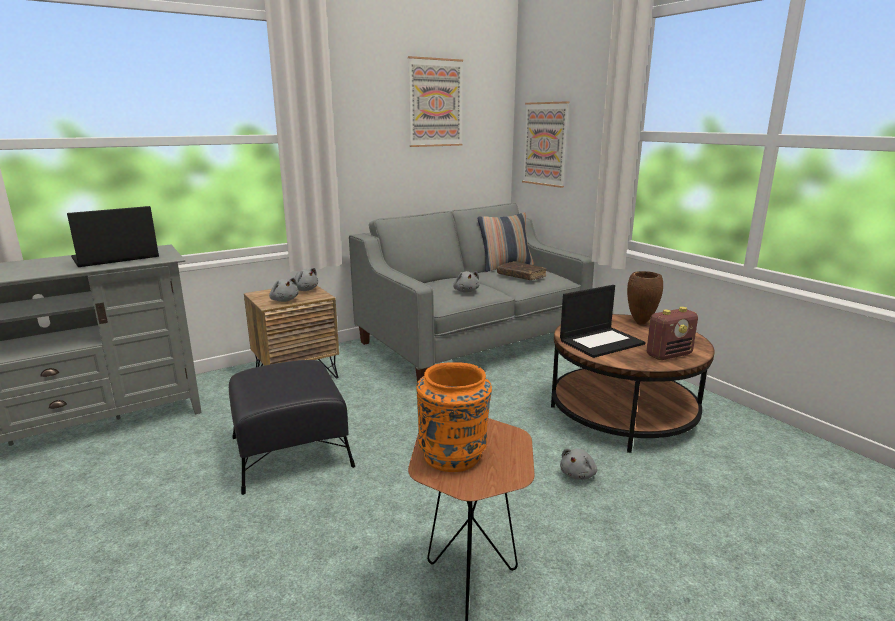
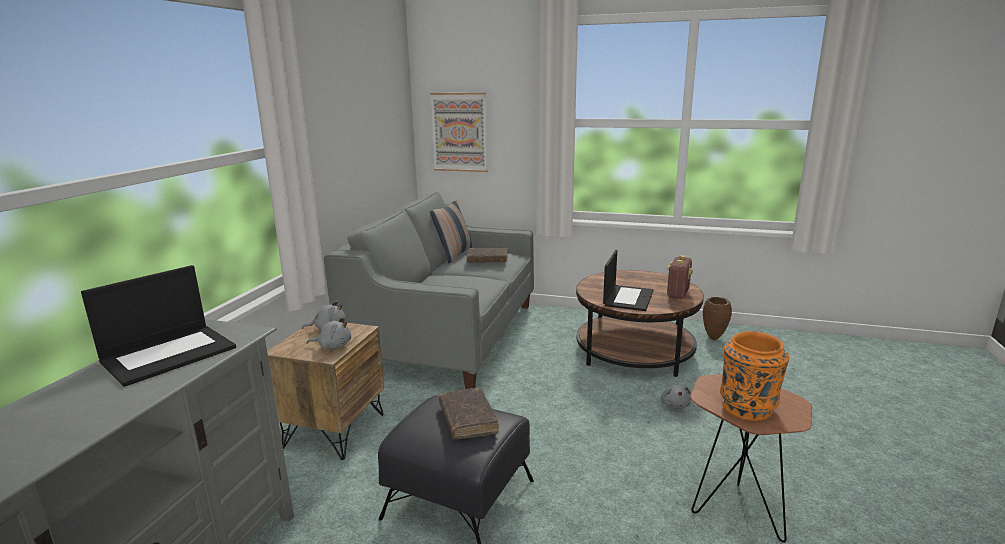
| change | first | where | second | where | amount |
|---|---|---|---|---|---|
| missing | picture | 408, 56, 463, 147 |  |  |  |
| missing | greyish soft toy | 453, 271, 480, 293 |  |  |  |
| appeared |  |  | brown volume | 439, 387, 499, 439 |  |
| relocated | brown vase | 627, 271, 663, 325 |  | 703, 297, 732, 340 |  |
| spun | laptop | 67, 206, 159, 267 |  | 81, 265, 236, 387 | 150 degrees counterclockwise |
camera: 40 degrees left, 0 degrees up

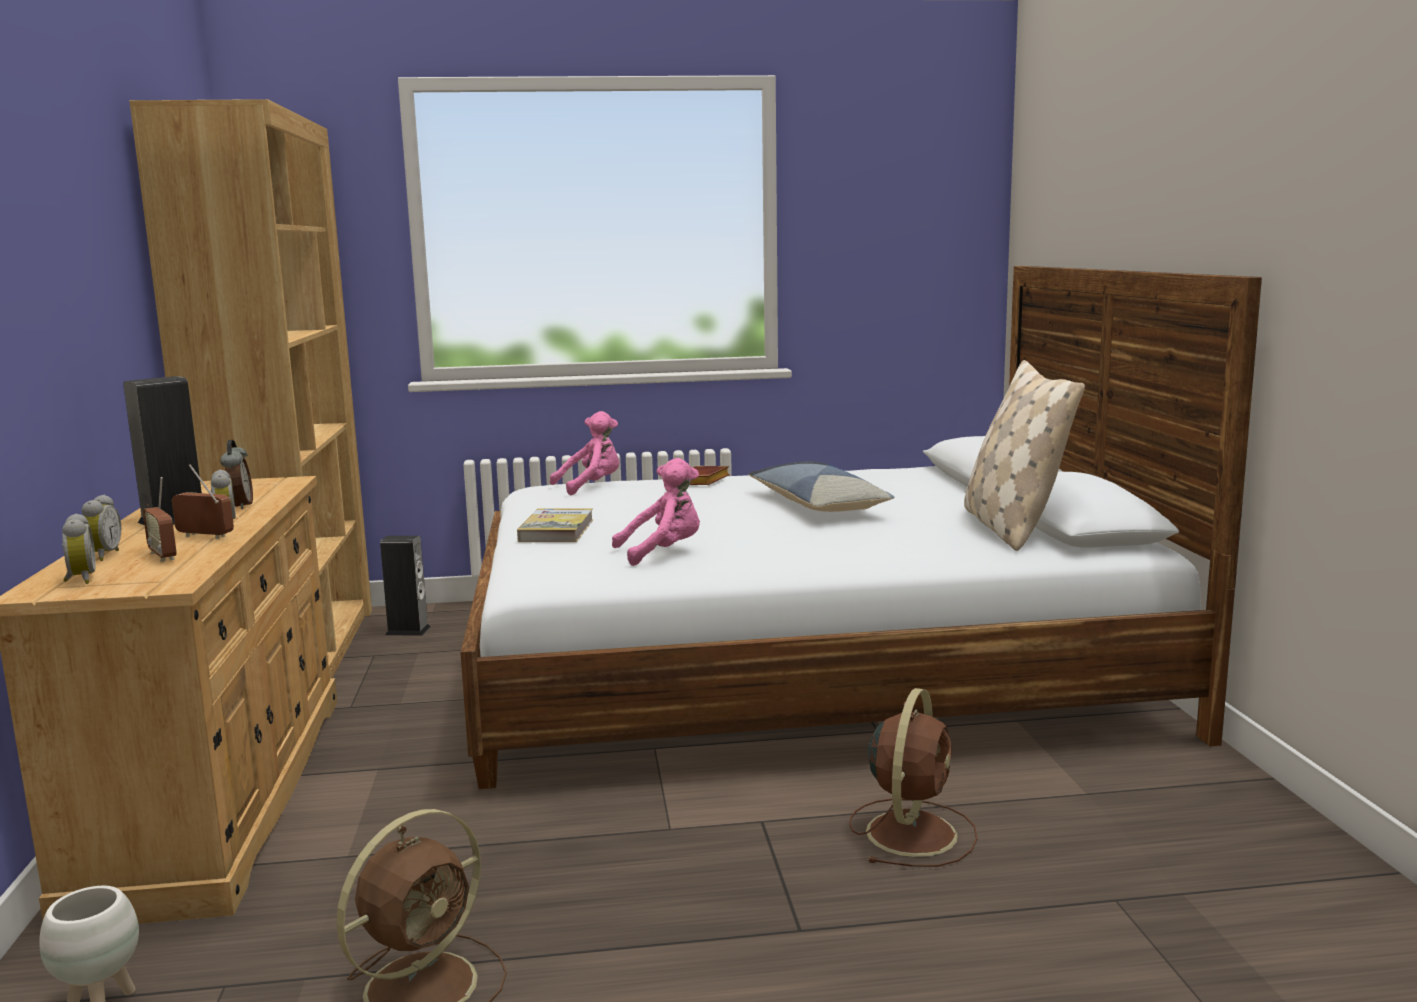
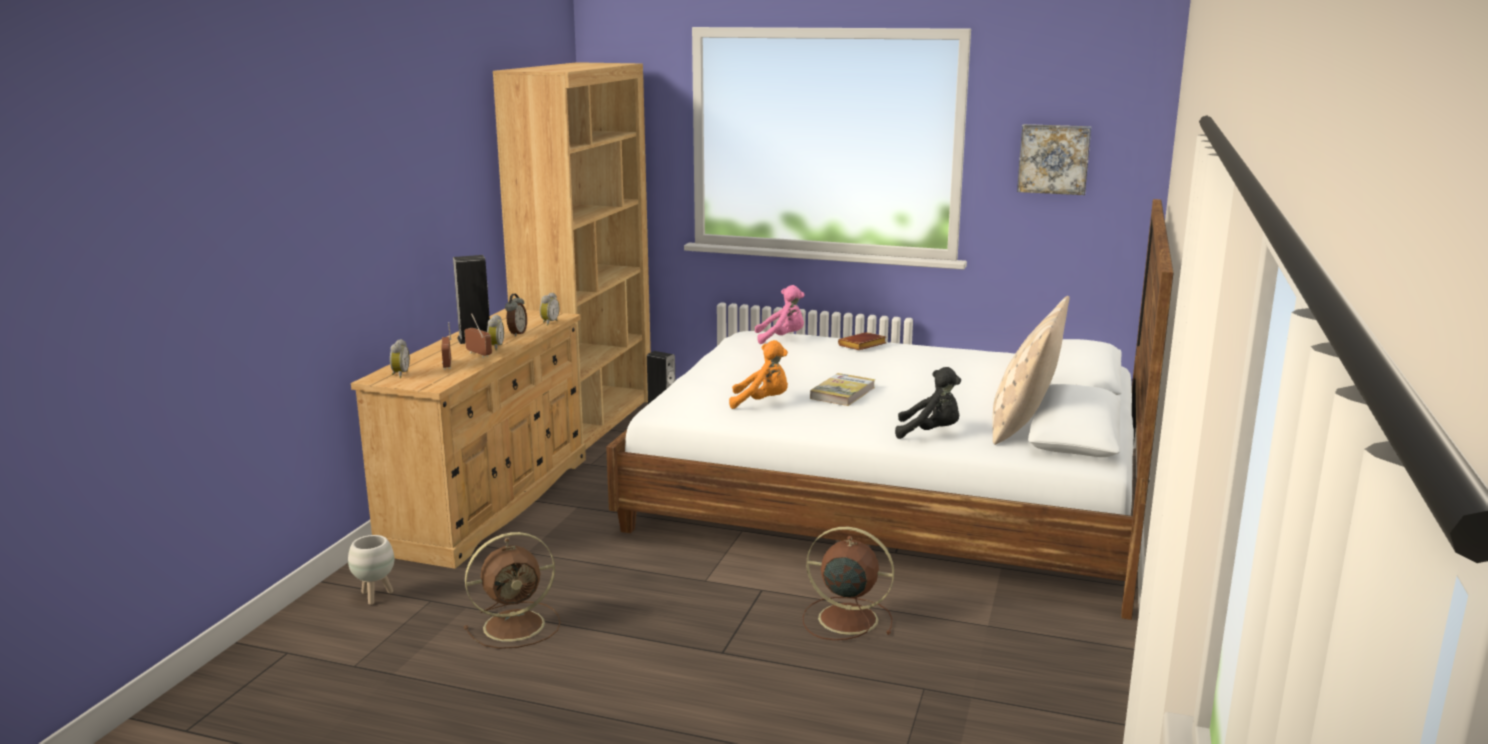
| change | first | where | second | where | amount |
|---|---|---|---|---|---|
| missing | throw pillow | 749, 461, 895, 512 |  |  |  |
| appeared |  |  | black soft toy | 895, 367, 961, 439 |  |
| appeared |  |  | picture | 1017, 124, 1091, 195 |  |
| relocated | table clock | 82, 495, 121, 561 |  | 540, 292, 559, 326 |  |
| relocated | volume | 517, 508, 593, 542 |  | 810, 373, 875, 406 |  |
| colour | pink-coloured soft toy | 612, 458, 700, 566 | orange soft toy | 729, 340, 788, 409 |  |
| spun | brown fan | 849, 688, 978, 867 |  | 803, 527, 894, 640 | 120 degrees counterclockwise |
camera: 25 degrees right, 5 degrees up

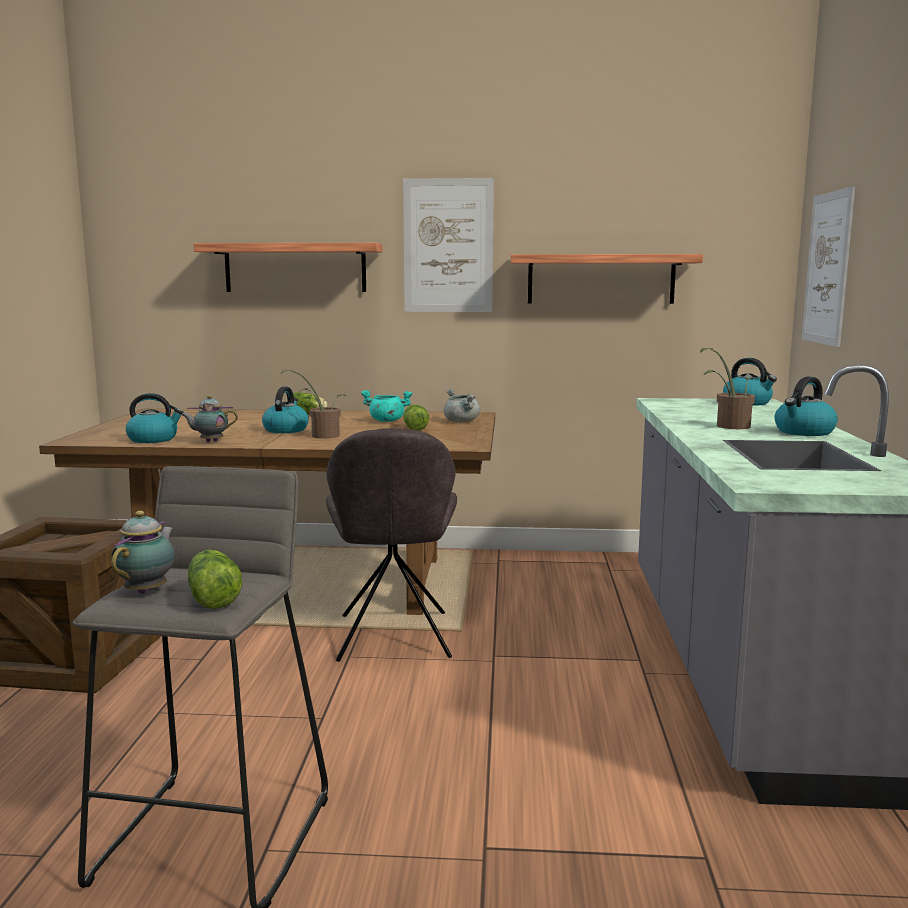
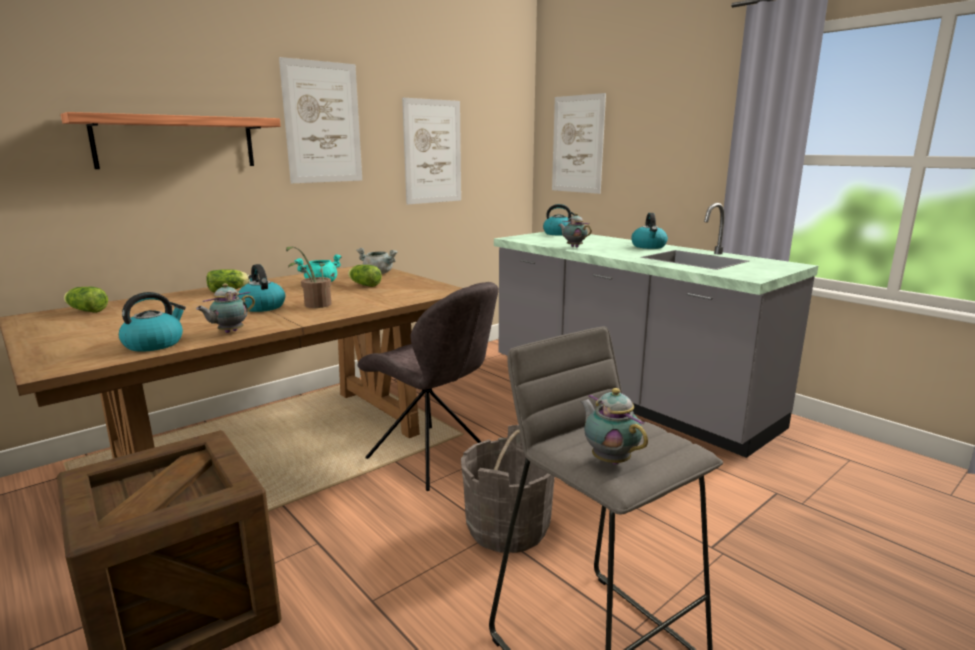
| change | first | where | second | where | amount |
|---|---|---|---|---|---|
| missing | houseplant | 700, 348, 755, 429 |  |  |  |
| appeared |  |  | greyish bucket | 461, 425, 555, 553 |  |
| appeared |  |  | pot for tea | 559, 213, 592, 248 |  |
| relocated | lettuce head | 188, 550, 242, 609 |  | 64, 287, 108, 313 |  |
| exchanged | bracket shelf | 511, 254, 703, 304 | picture | 402, 98, 461, 205 |  |
camera: 45 degrees left, 5 degrees up

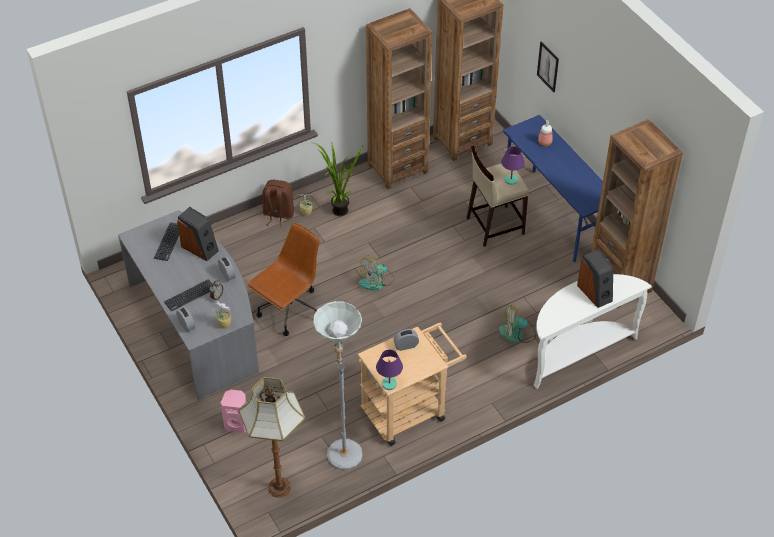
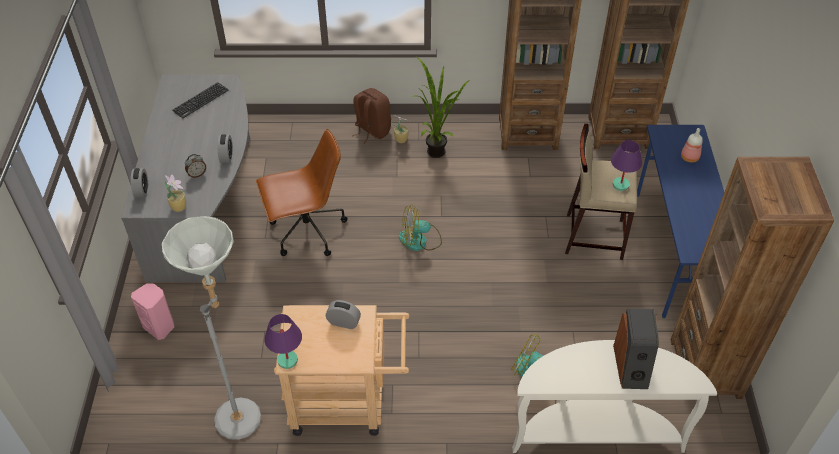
| change | first | where | second | where | amount |
|---|---|---|---|---|---|
| missing | computer keyboard | 164, 279, 212, 311 |  |  |  |
| missing | audio speaker | 177, 207, 219, 261 |  |  |  |
| missing | floor lamp | 238, 377, 305, 497 |  |  |  |
| missing | picture | 537, 42, 559, 92 |  |  |  |
camera: 30 degrees right, 0 degrees up

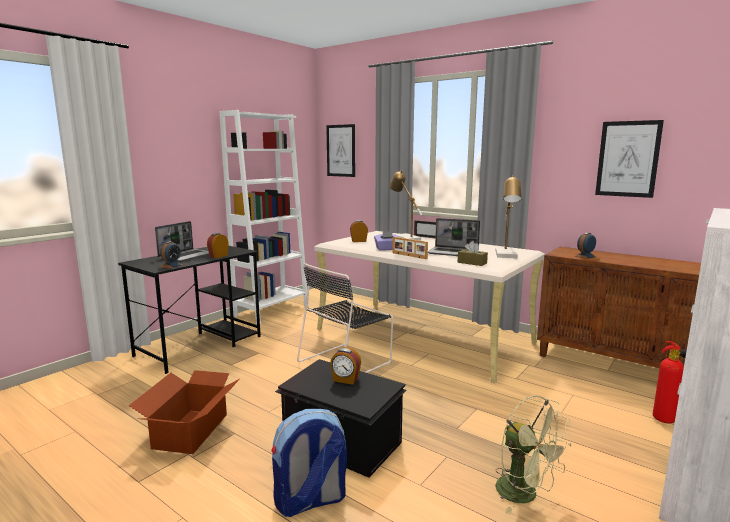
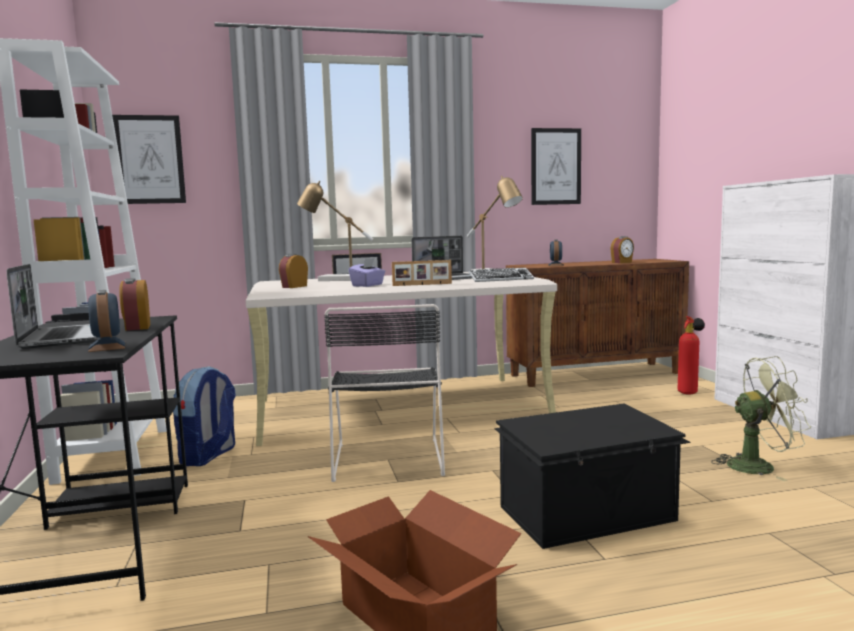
| change | first | where | second | where | amount |
|---|---|---|---|---|---|
| relocated | knapsack | 271, 409, 347, 517 |  | 173, 366, 236, 466 |  |
| relocated | table clock | 330, 347, 361, 385 |  | 610, 236, 634, 263 |  |
| exchanged | brown tissue holder | 458, 241, 488, 266 | computer keyboard | 468, 268, 534, 282 |  |
camera: 50 degrees left, 5 degrees down

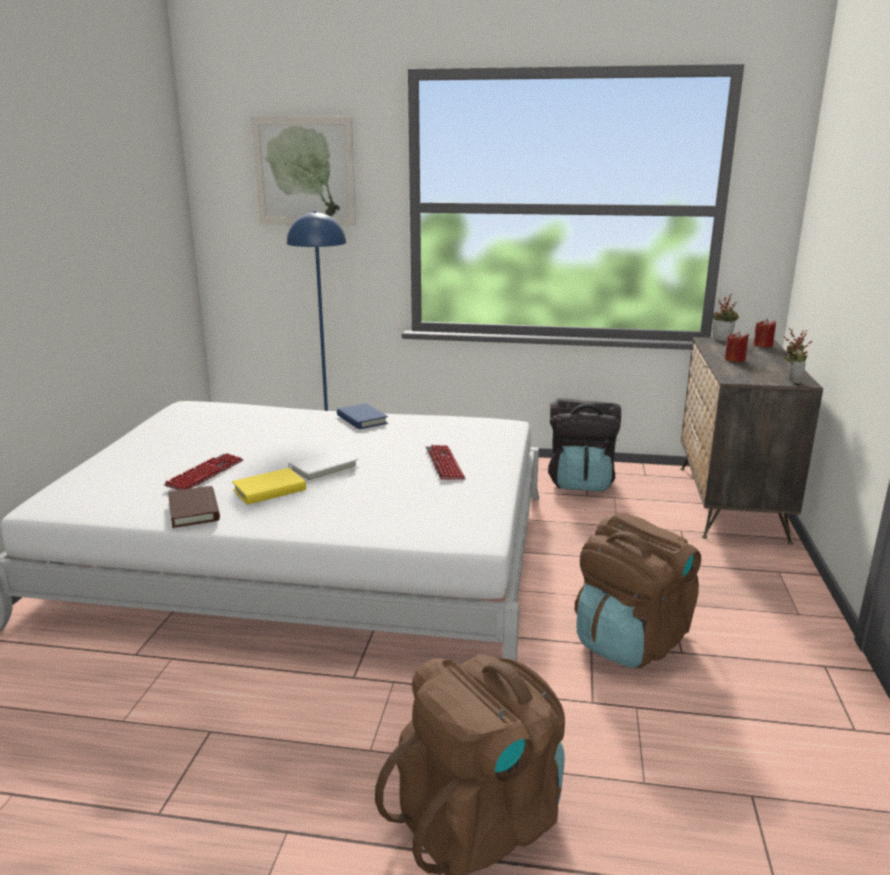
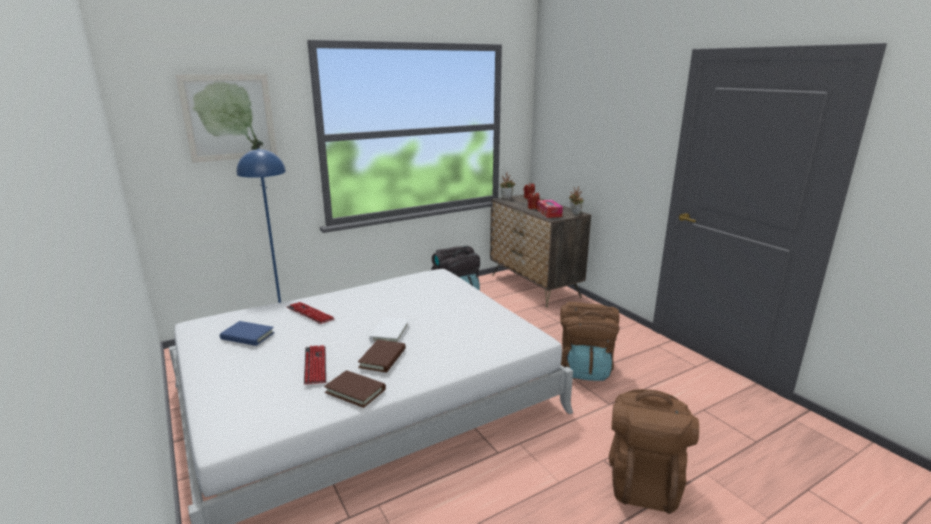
| change | first | where | second | where | amount |
|---|---|---|---|---|---|
| appeared |  |  | tissue holder | 537, 200, 563, 218 |  |
| relocated | blue volume | 337, 403, 388, 429 |  | 220, 321, 275, 346 |  |
| relocated | computer keyboard | 426, 445, 466, 480 |  | 287, 302, 335, 324 |  |
| colour | yellow volume | 232, 468, 306, 505 | brown volume | 358, 339, 406, 373 |  |
camera: 40 degrees left, 0 degrees up

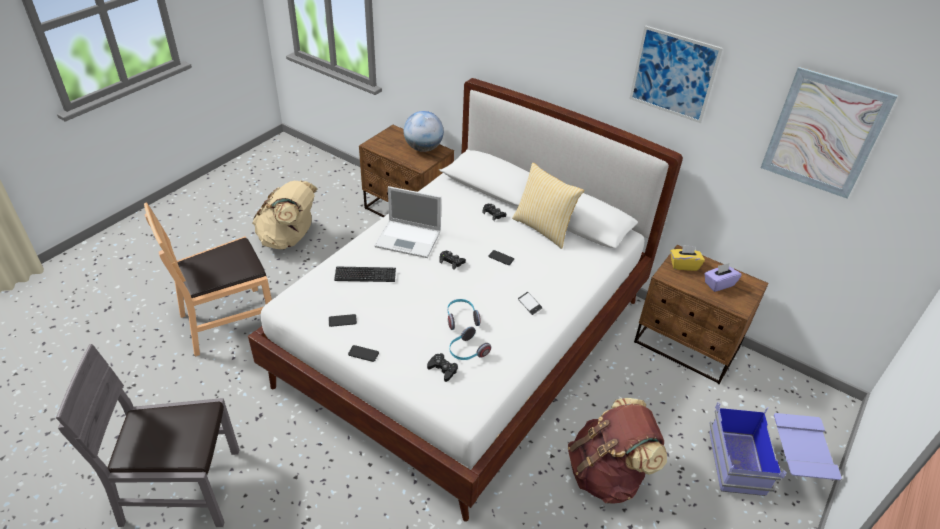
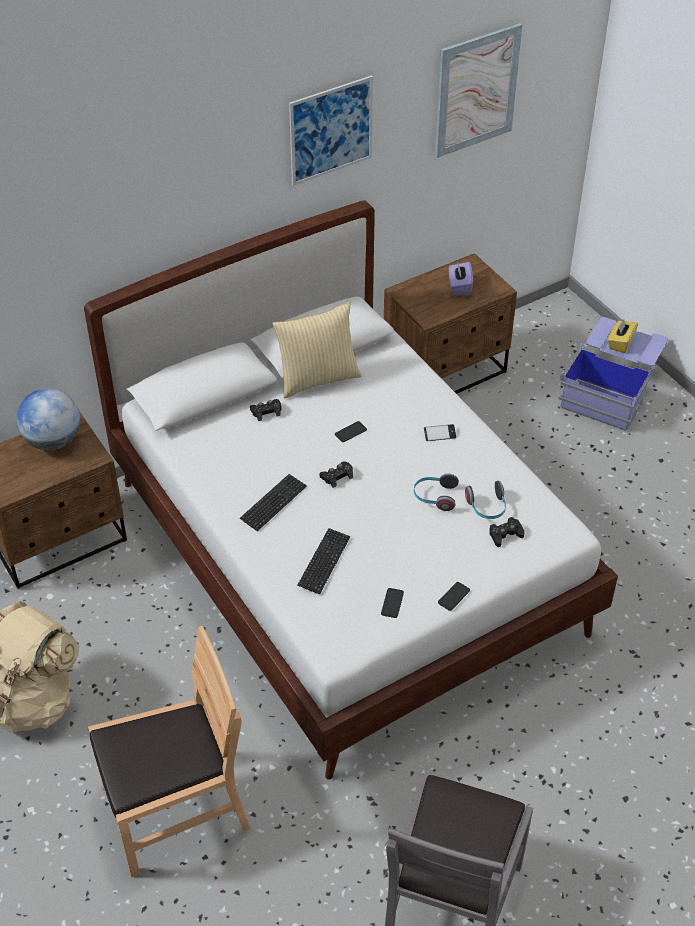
| change | first | where | second | where | amount |
|---|---|---|---|---|---|
| missing | brown knapsack | 568, 398, 667, 504 |  |  |  |
| relocated | yellow tissue holder | 671, 245, 705, 271 |  | 608, 319, 638, 353 |  |
| exchanged | laptop | 374, 186, 441, 258 | computer keyboard | 240, 474, 307, 531 |  |
| spun | brown chair | 144, 203, 272, 357 |  | 88, 626, 251, 877 | 105 degrees counterclockwise |
camera: 65 degrees left, 5 degrees up

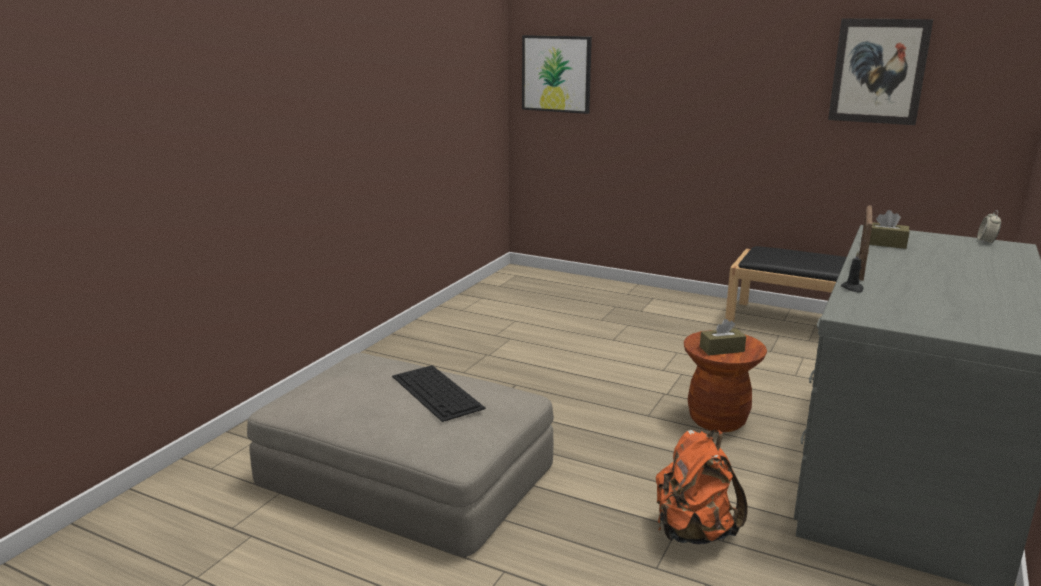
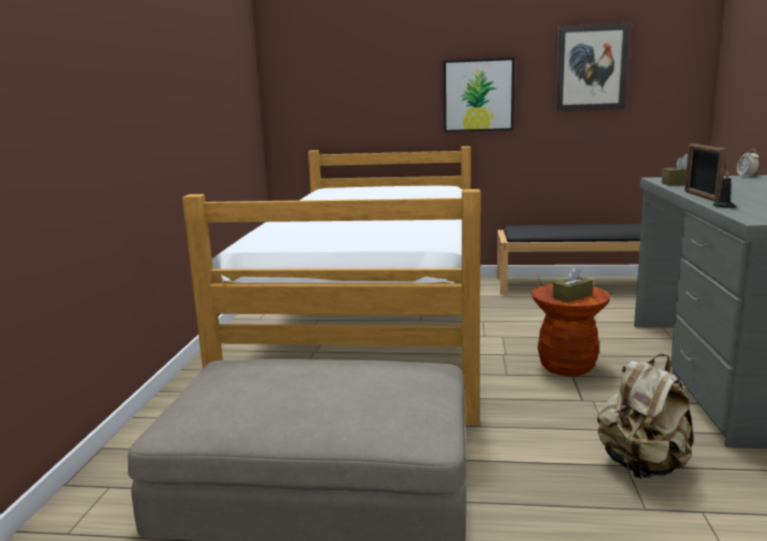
| change | first | where | second | where | amount |
|---|---|---|---|---|---|
| missing | computer keyboard | 392, 365, 486, 422 |  |  |  |
| appeared |  |  | sleeping bed | 182, 146, 481, 425 |  |
| relocated | picture | 522, 35, 592, 114 |  | 443, 57, 515, 132 |  |
| colour | orange knapsack | 656, 430, 748, 544 | sand-coloured knapsack | 597, 354, 693, 479 |  |
camera: 20 degrees left, 5 degrees down

